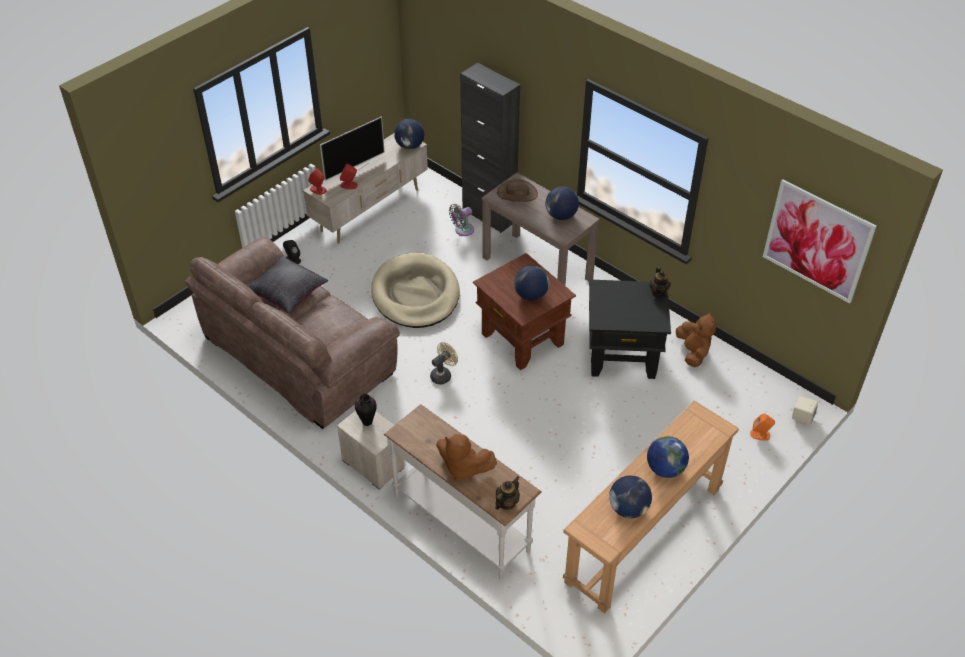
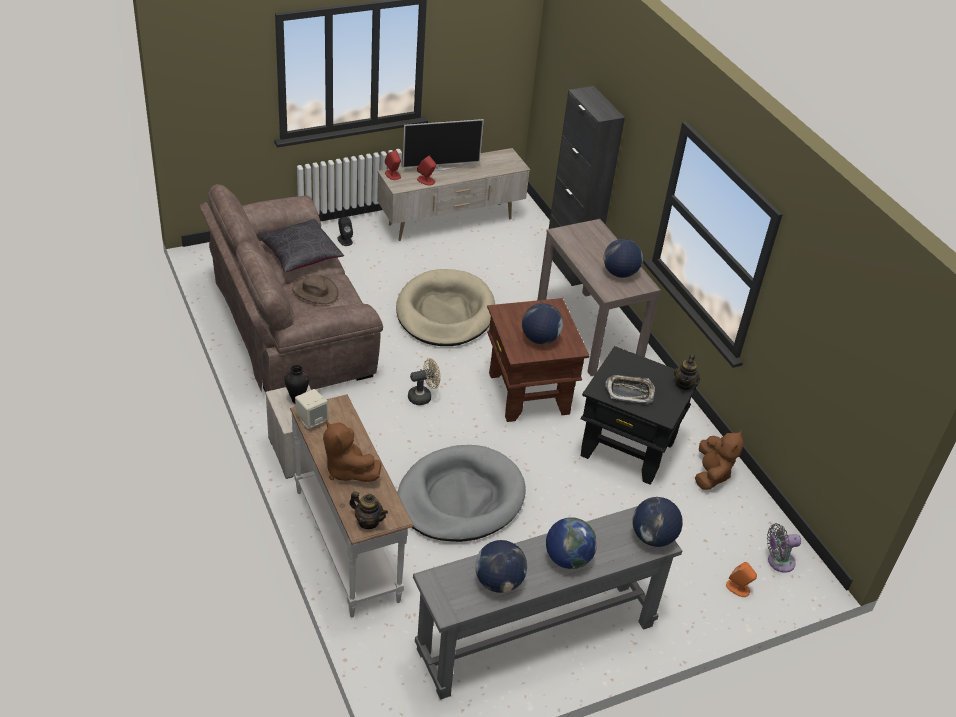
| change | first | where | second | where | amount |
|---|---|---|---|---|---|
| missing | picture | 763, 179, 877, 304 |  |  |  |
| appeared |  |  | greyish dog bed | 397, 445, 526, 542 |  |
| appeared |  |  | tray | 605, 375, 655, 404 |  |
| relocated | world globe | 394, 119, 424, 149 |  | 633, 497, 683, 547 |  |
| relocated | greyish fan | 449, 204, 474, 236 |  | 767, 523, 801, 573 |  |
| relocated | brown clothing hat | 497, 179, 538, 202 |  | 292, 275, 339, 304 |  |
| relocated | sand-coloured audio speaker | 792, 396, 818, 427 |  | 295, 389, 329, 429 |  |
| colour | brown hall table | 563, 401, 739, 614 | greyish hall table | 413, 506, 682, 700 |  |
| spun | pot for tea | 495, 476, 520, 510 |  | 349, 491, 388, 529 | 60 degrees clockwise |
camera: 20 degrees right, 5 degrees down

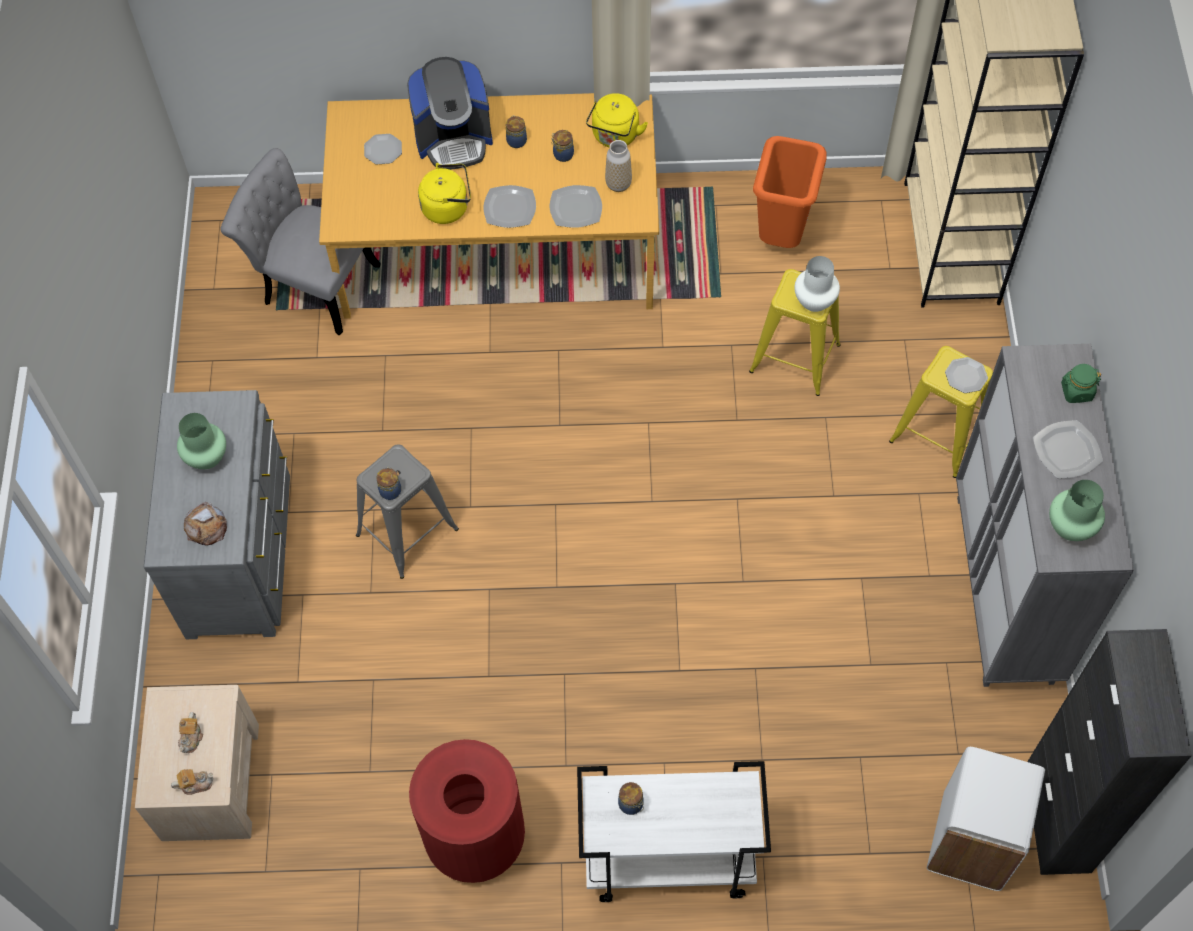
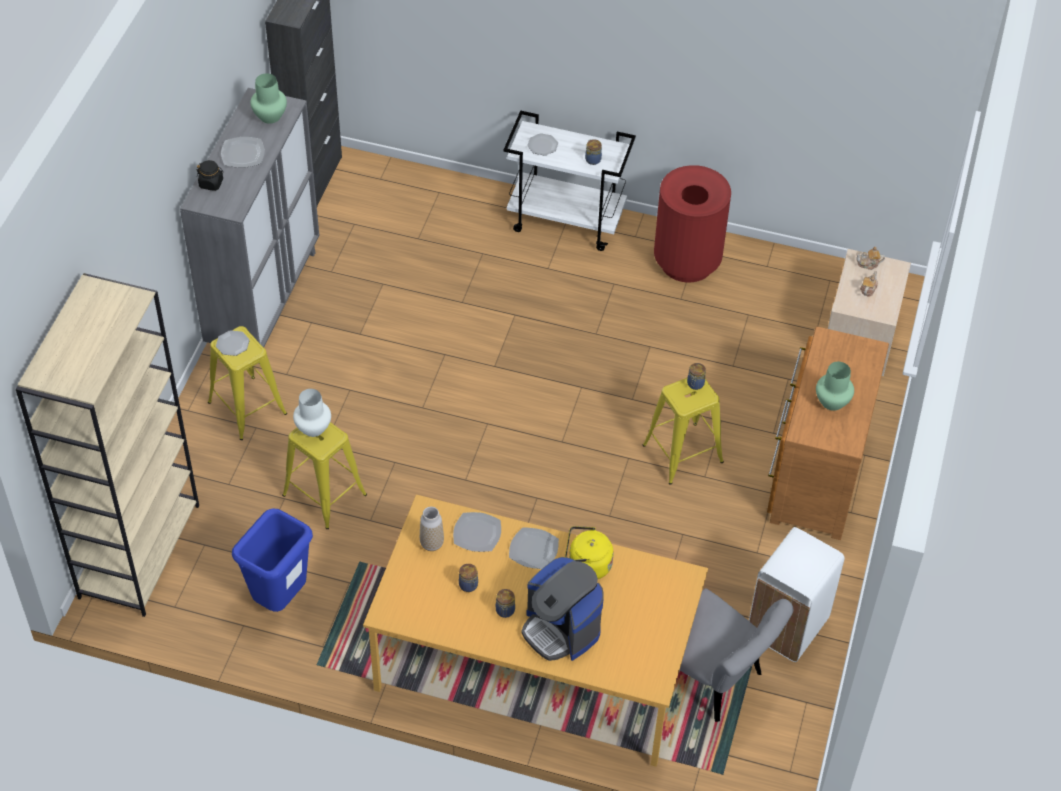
| change | first | where | second | where | amount |
|---|---|---|---|---|---|
| missing | bakery bread | 184, 502, 227, 546 |  |  |  |
| missing | yellow water kettle | 586, 93, 648, 147 |  |  |  |
| relocated | dinner plate | 364, 134, 402, 165 |  | 527, 133, 558, 156 |  |
| relocated | whitish trash can | 927, 747, 1045, 891 |  | 749, 527, 844, 662 |  |
| colour | greyish drawer chest | 144, 390, 290, 639 | brown drawer chest | 767, 326, 889, 540 |  |
| colour | greyish sitting stool | 356, 444, 459, 579 | yellow sitting stool | 643, 377, 724, 485 |  |
| colour | orange trash can | 753, 136, 827, 248 | blue trash can | 232, 509, 313, 612 |  |
| colour | green jar | 1061, 364, 1101, 403 | black jar | 197, 160, 223, 191 |  |
| spun | coffee maker | 407, 57, 493, 170 |  | 521, 557, 604, 661 | 135 degrees counterclockwise |
camera: 165 degrees left, 10 degrees down

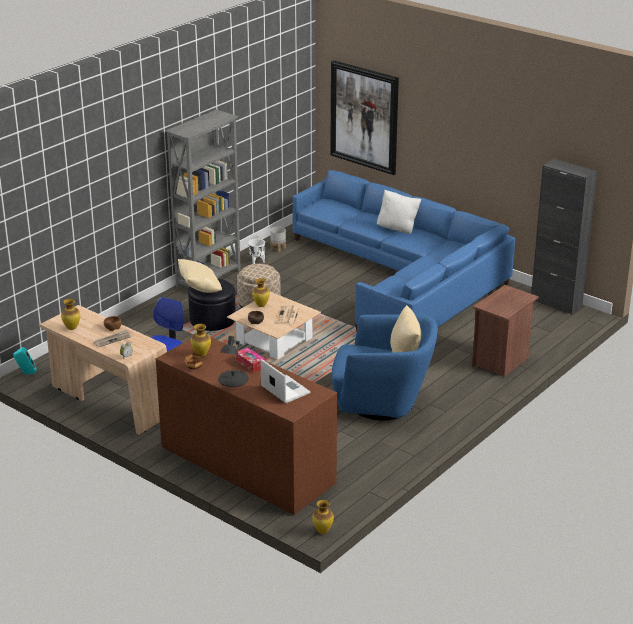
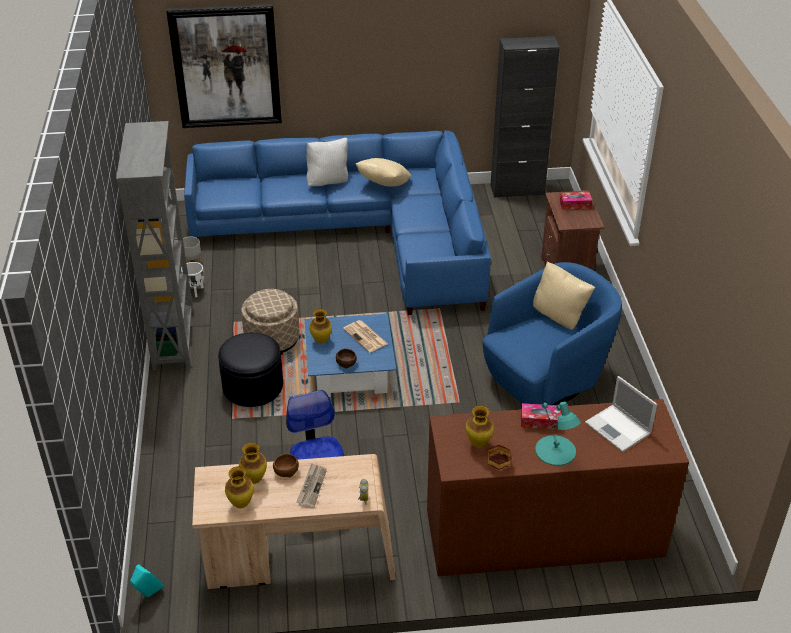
| change | first | where | second | where | amount |
|---|---|---|---|---|---|
| appeared |  |  | tissue holder | 560, 192, 592, 210 |  |
| relocated | sand-coloured throw pillow | 178, 259, 222, 293 |  | 355, 158, 411, 187 |  |
| relocated | vase | 312, 500, 334, 534 |  | 239, 442, 267, 484 |  |
| colour | black tabletop lamp | 218, 336, 248, 387 | turquoise tabletop lamp | 535, 401, 581, 466 |  |
| colour | sand-coloured lounge table | 227, 292, 321, 360 | blue lounge table | 305, 314, 396, 397 |  |
| spun | laptop | 261, 359, 311, 403 |  | 585, 376, 657, 452 | 135 degrees counterclockwise |
camera: 45 degrees left, 10 degrees up

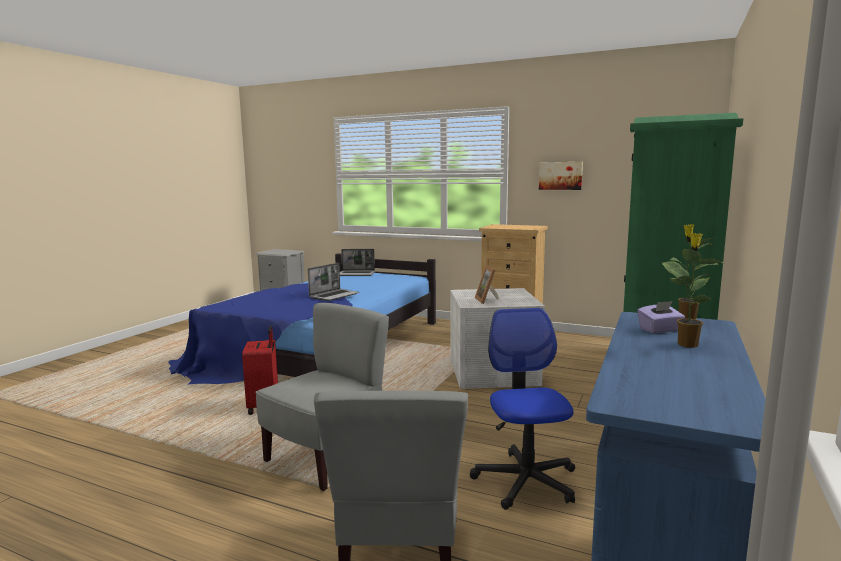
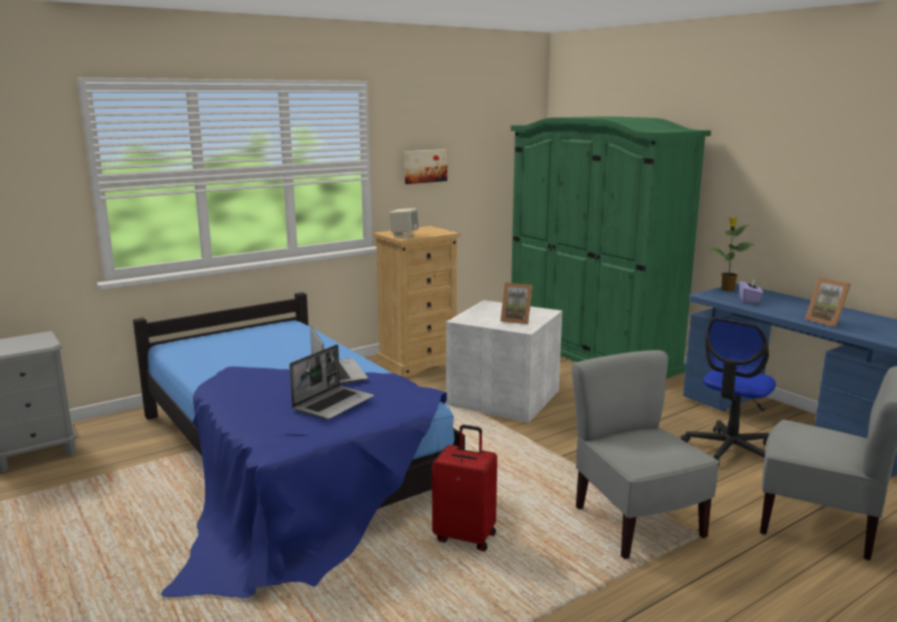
| change | first | where | second | where | amount |
|---|---|---|---|---|---|
| missing | houseplant | 670, 233, 724, 348 |  |  |  |
| appeared |  |  | sand-coloured audio speaker | 389, 208, 419, 238 |  |
| appeared |  |  | standing frame | 805, 277, 851, 327 |  |
| relocated | laptop | 340, 249, 375, 276 |  | 289, 345, 374, 419 |  |
| spun | office chair | 470, 308, 575, 510 |  | 681, 318, 776, 466 | 75 degrees counterclockwise |
camera: 60 degrees left, 5 degrees up

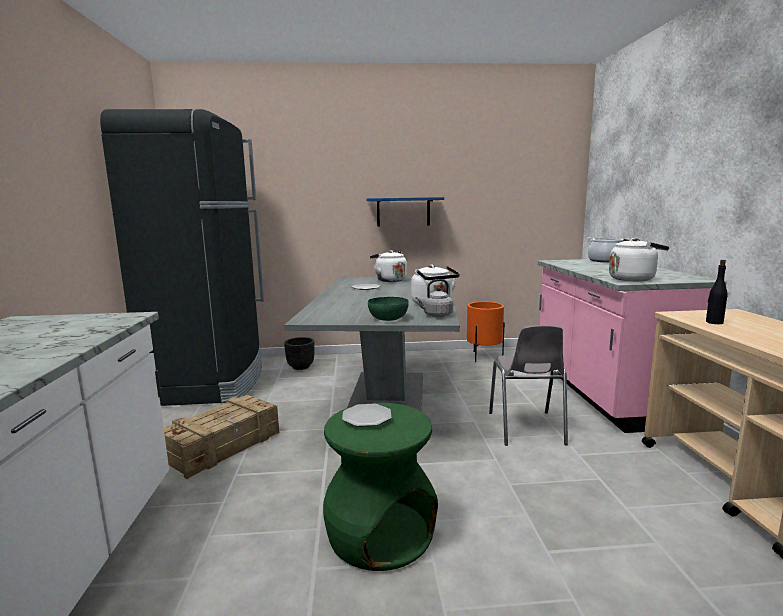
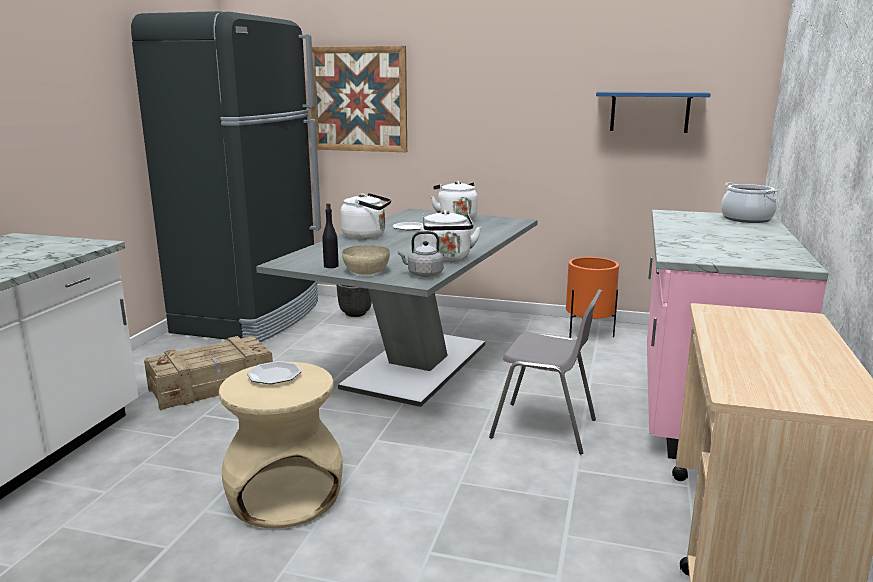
| change | first | where | second | where | amount |
|---|---|---|---|---|---|
| appeared |  |  | picture | 311, 46, 407, 152 |  |
| relocated | blue bracket shelf | 366, 197, 444, 227 |  | 596, 91, 711, 133 |  |
| relocated | whitish water kettle | 609, 238, 669, 281 |  | 340, 193, 391, 239 |  |
| relocated | black beverage bottle | 706, 260, 728, 324 |  | 322, 203, 339, 268 |  |
| colour | green sitting stool | 323, 403, 438, 571 | sand-coloured sitting stool | 219, 362, 343, 528 |  |
| colour | green bowl | 368, 297, 409, 321 | sand-coloured bowl | 342, 246, 390, 275 |  |
| spun | greyish chair | 489, 325, 568, 446 |  | 489, 289, 602, 454 | 90 degrees counterclockwise |
camera: 20 degrees right, 5 degrees up

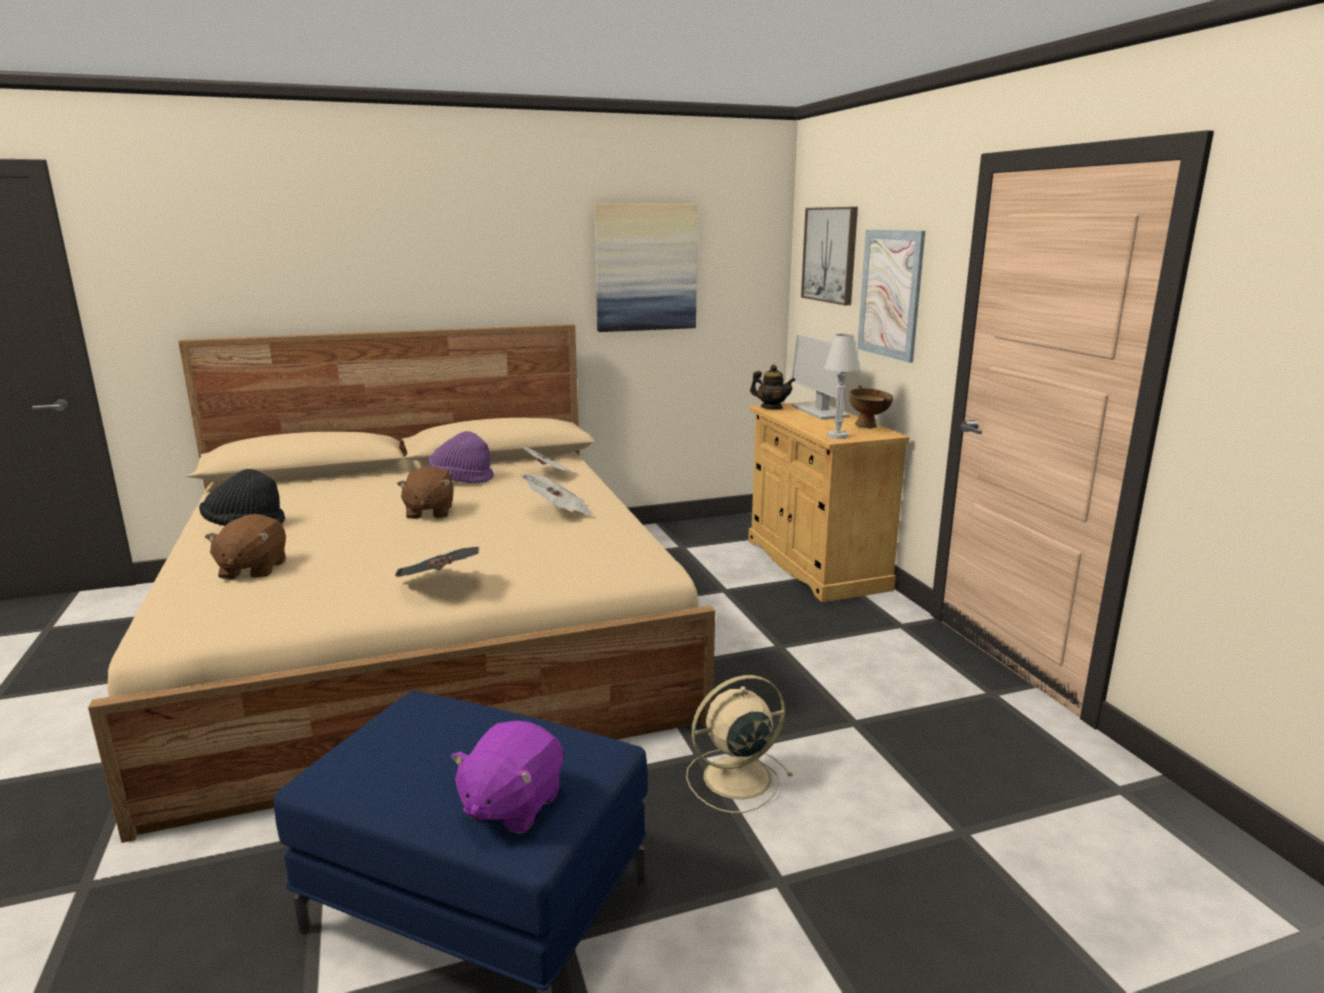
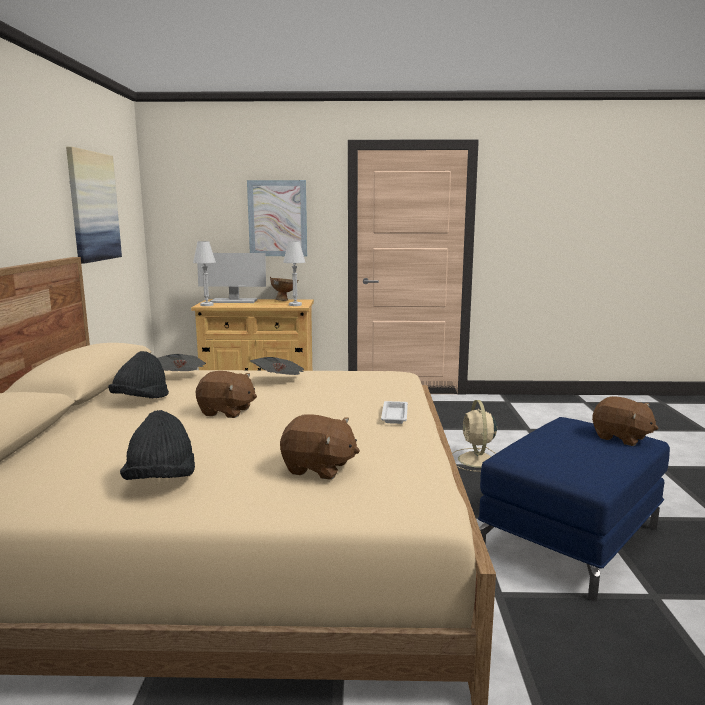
| change | first | where | second | where | amount |
|---|---|---|---|---|---|
| missing | picture | 801, 207, 858, 305 |  |  |  |
| exchanged | printed paper | 395, 547, 479, 577 | whitish tray | 381, 401, 408, 424 |  |
| exchanged | pot for tea | 750, 365, 795, 409 | whitish tabletop lamp | 193, 241, 216, 306 |  |
| colour | purple-coloured clothing hat | 429, 431, 494, 483 | black clothing hat | 108, 351, 169, 398 |  |
| colour | purple-coloured soft toy | 451, 721, 563, 834 | brown soft toy | 592, 396, 658, 446 |  |
camera: 70 degrees left, 5 degrees down

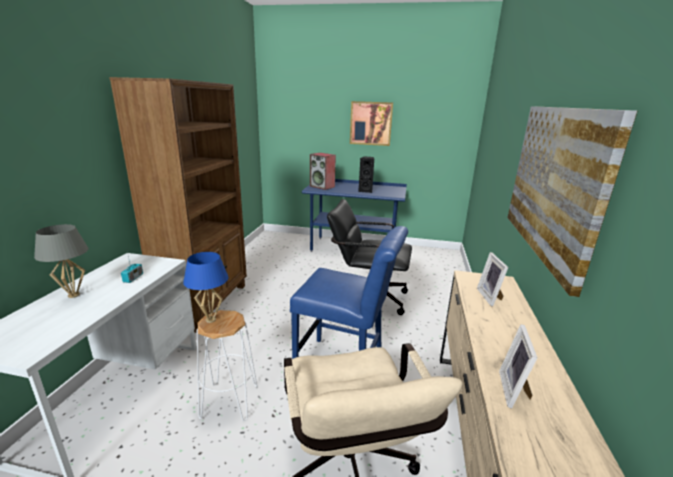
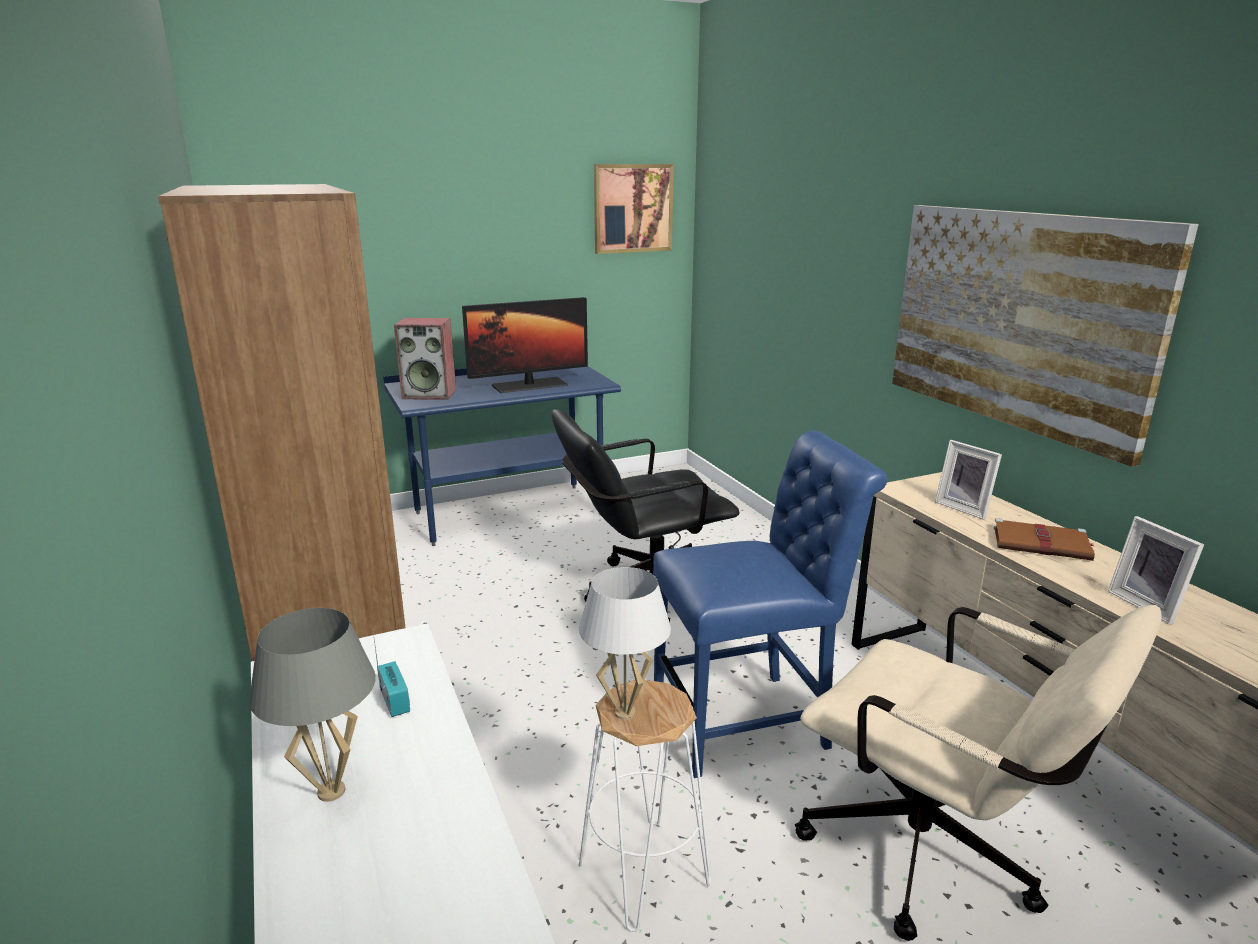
| change | first | where | second | where | amount |
|---|---|---|---|---|---|
| appeared |  |  | brown volume | 994, 518, 1095, 561 |  |
| relocated | picture | 350, 101, 393, 146 |  | 594, 164, 674, 254 |  |
| exchanged | black audio speaker | 358, 156, 374, 193 | monitor | 462, 297, 588, 393 |  |
| colour | blue tabletop lamp | 183, 252, 228, 323 | whitish tabletop lamp | 579, 567, 671, 720 |  |
camera: 35 degrees left, 0 degrees up

